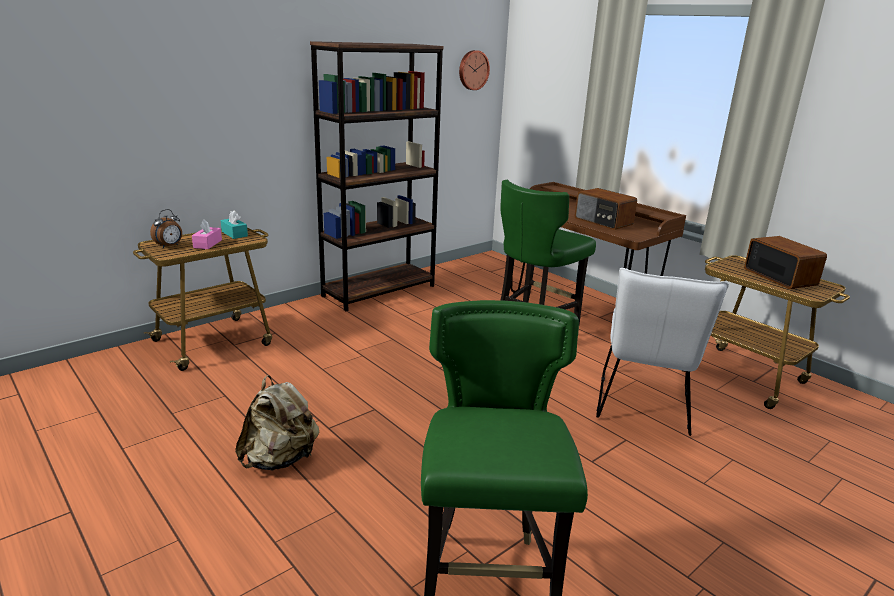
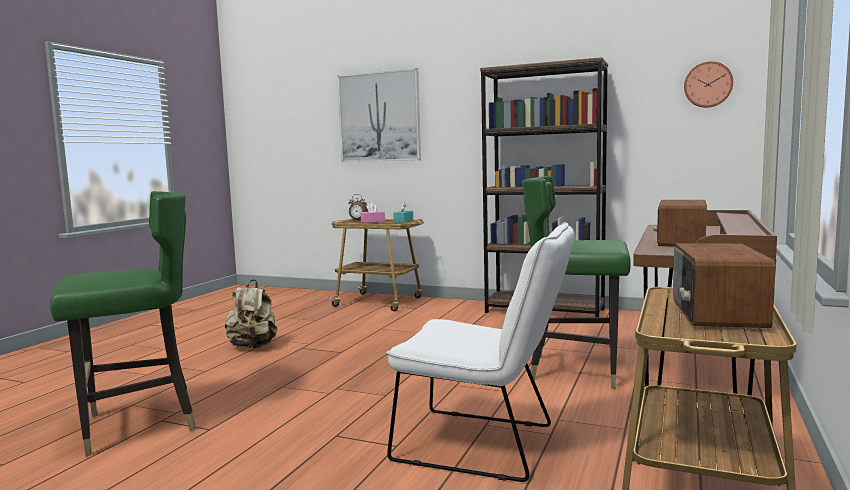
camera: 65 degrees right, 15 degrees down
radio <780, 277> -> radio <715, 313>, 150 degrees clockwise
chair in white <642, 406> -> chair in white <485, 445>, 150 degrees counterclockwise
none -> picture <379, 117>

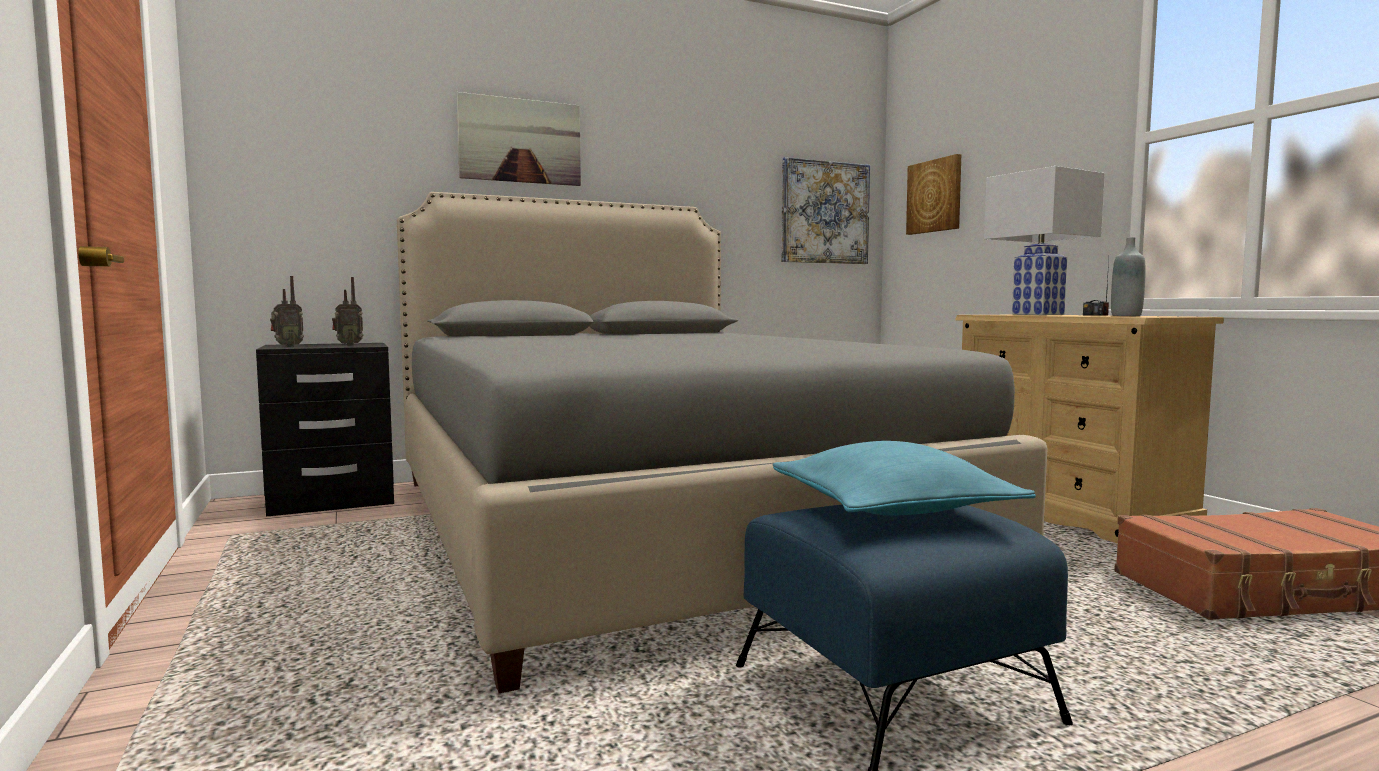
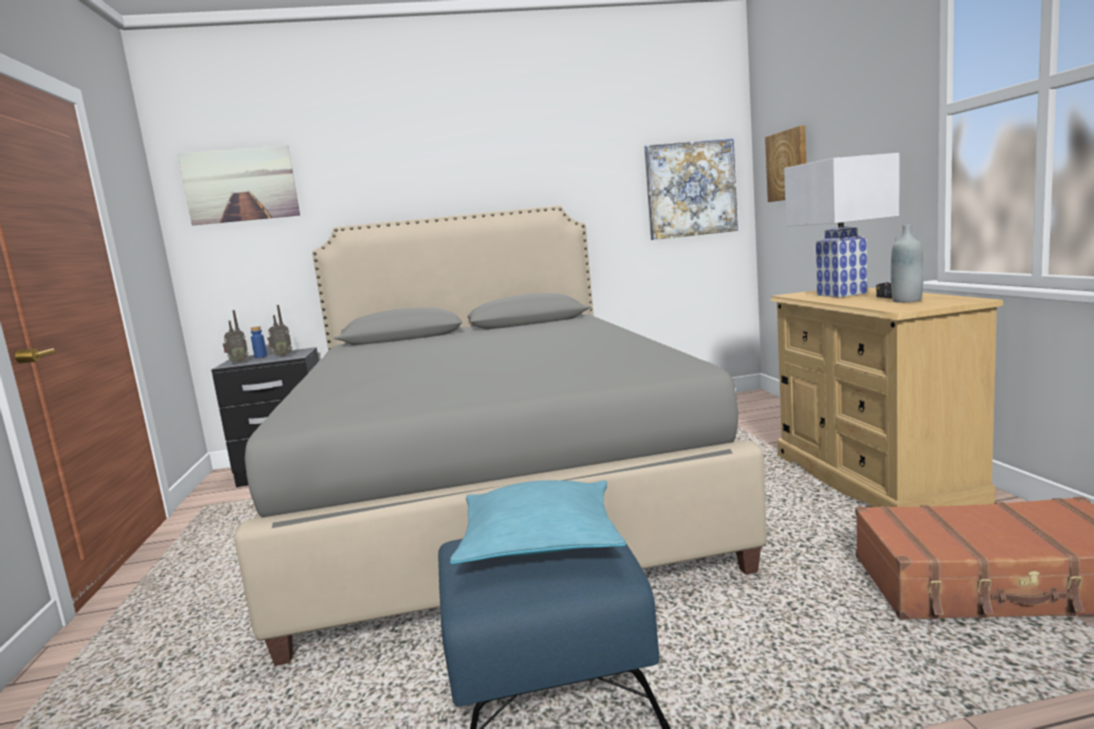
camera: 15 degrees right, 5 degrees up
picture <520, 141> -> picture <241, 185>, move
none -> bottle in blue <260, 356>

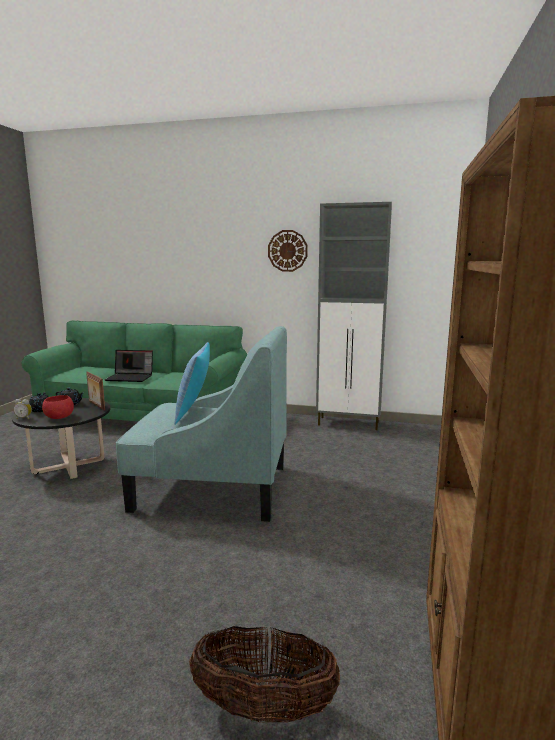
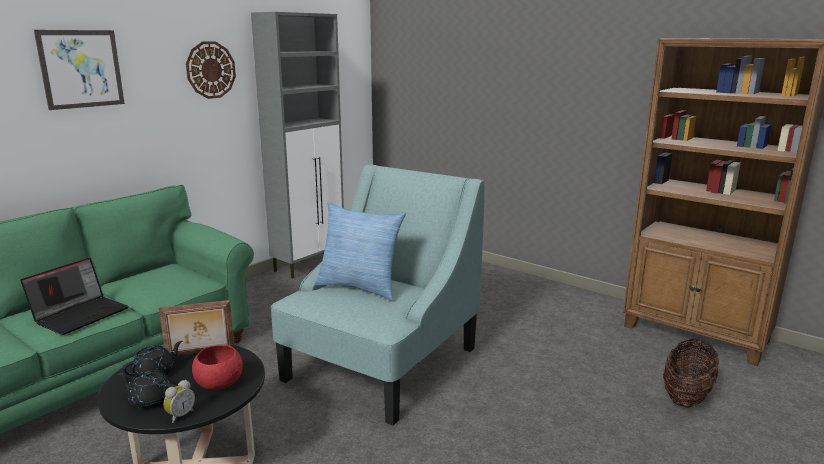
camera: 65 degrees left, 5 degrees up
none -> picture <81, 69>

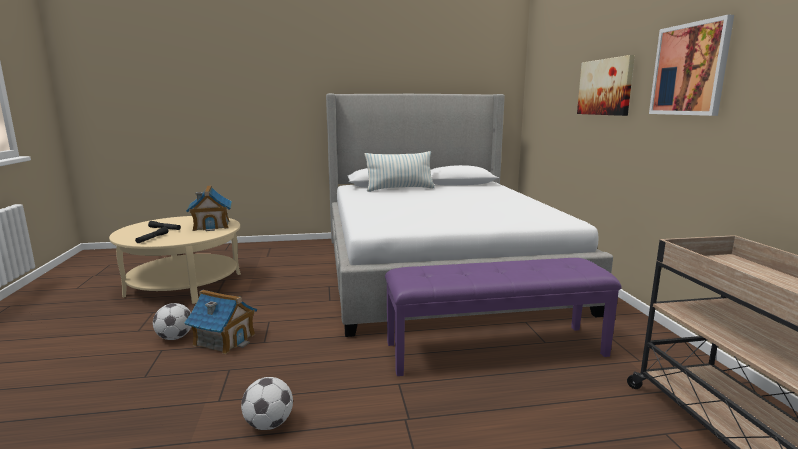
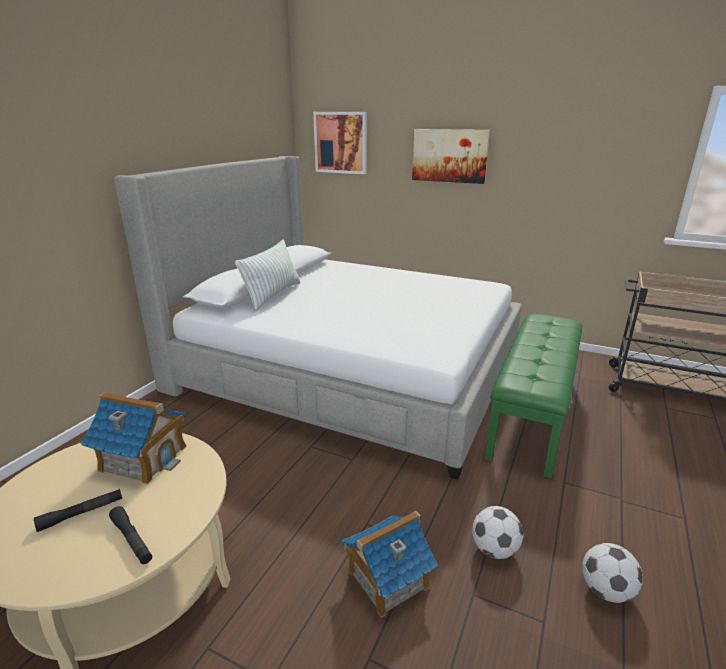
camera: 55 degrees left, 10 degrees up
picture <689, 69> -> picture <341, 142>, move
bench in purple <495, 348> -> bench in green <531, 413>
football <175, 337> -> football <494, 549>, move

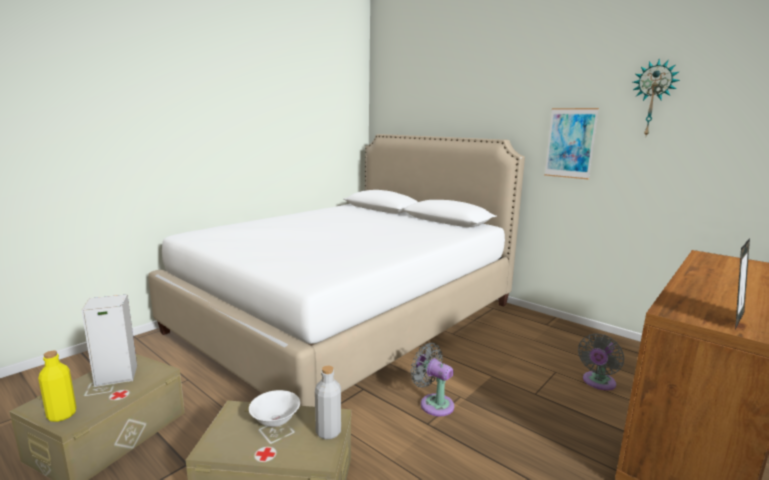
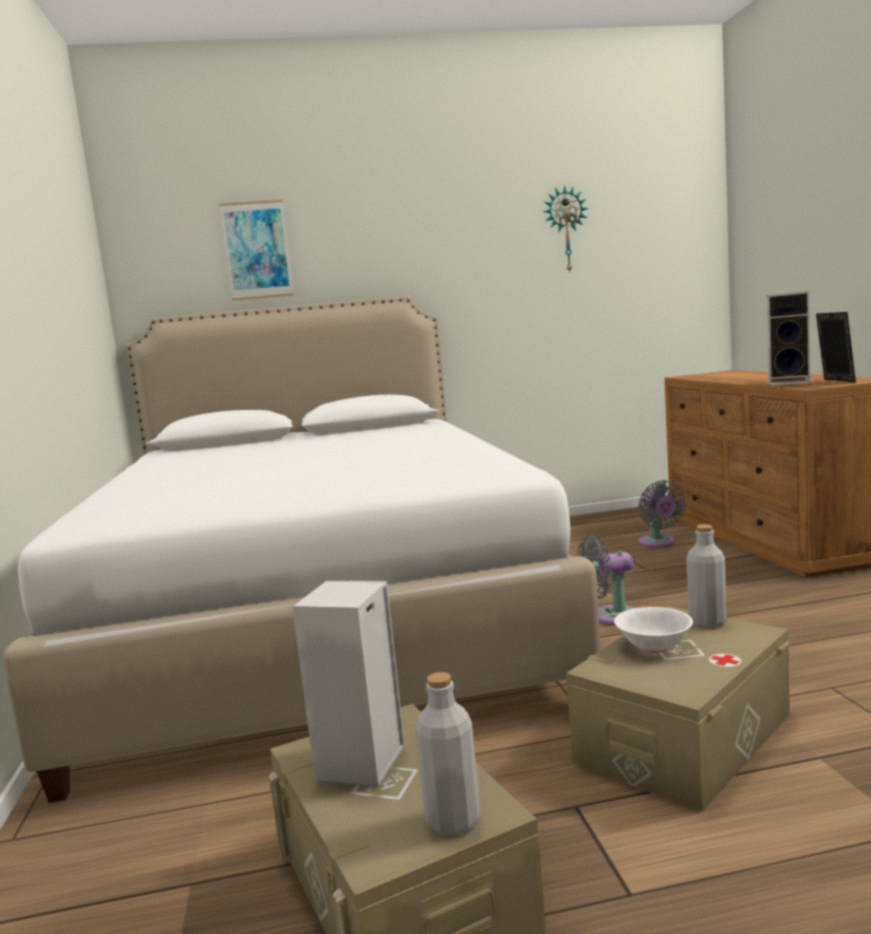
camera: 50 degrees left, 5 degrees down
picture <570, 143> -> picture <257, 250>, move
bottle in yellow <62, 415> -> bottle in grey <453, 821>
none -> speaker <790, 383>

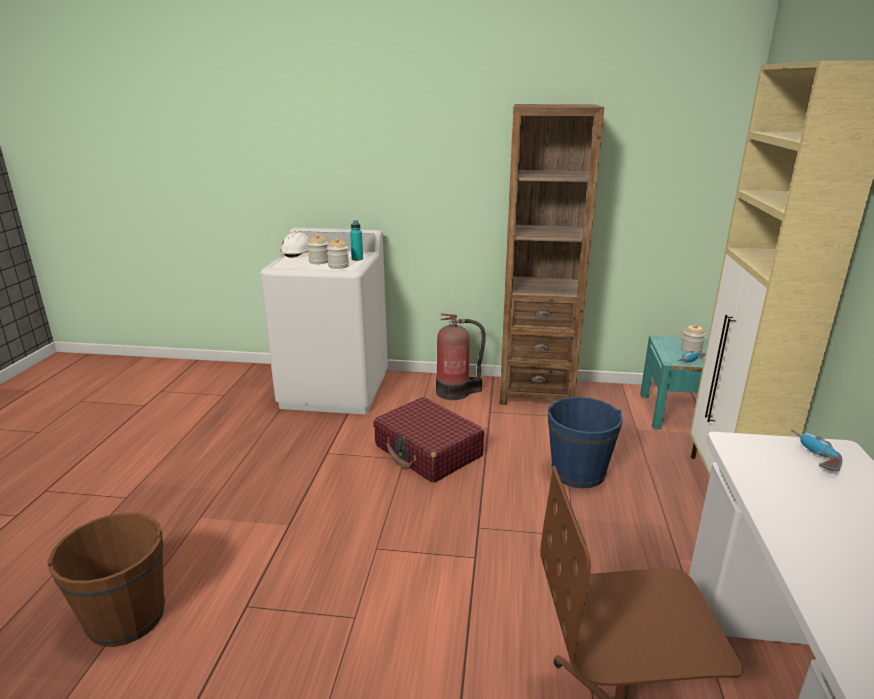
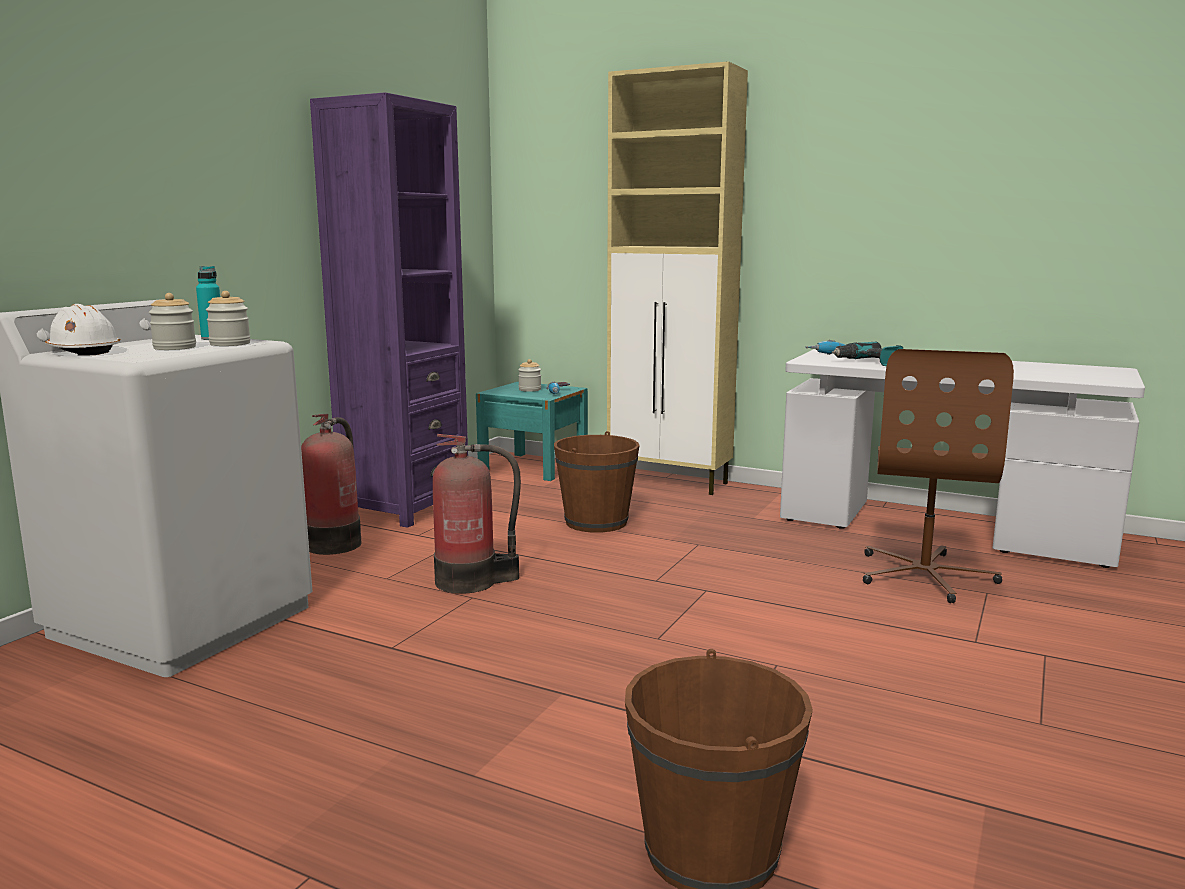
camera: 70 degrees left, 10 degrees down
bookcase in brown <535, 392> -> bookcase in purple <405, 506>
suitcase in red <428, 451> -> fire extinguisher <471, 581>
bucket in blue <578, 473> -> bucket in brown <596, 522>
none -> power drill <868, 363>

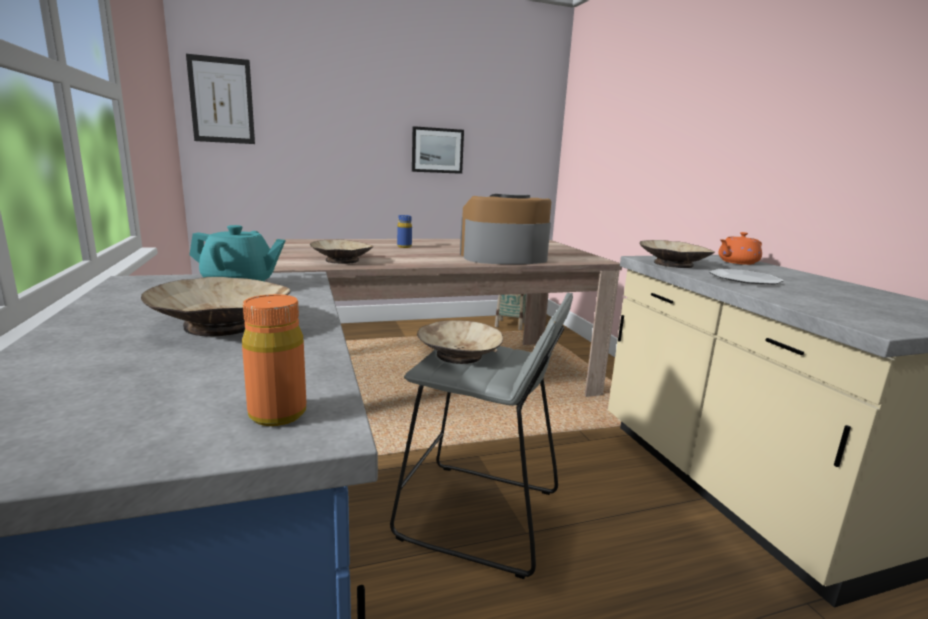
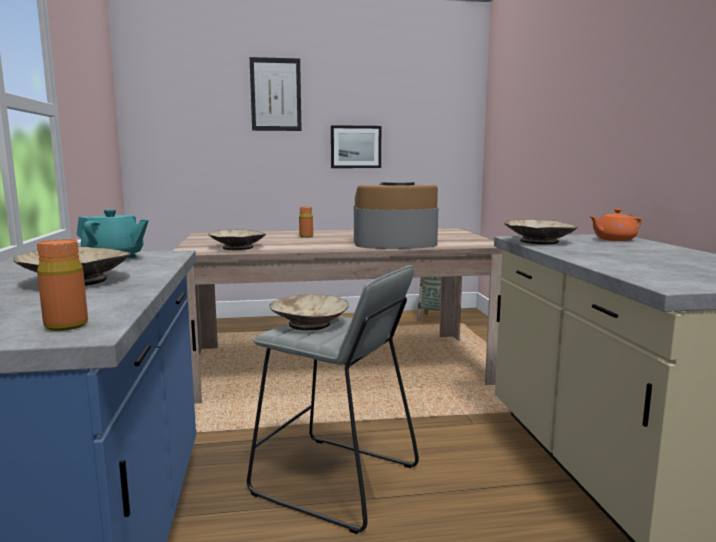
camera: 10 degrees right, 5 degrees down
picture <221, 100> -> picture <275, 94>, move
bottle in blue <404, 246> -> bottle in orange <306, 236>
plate <744, 279> -> none

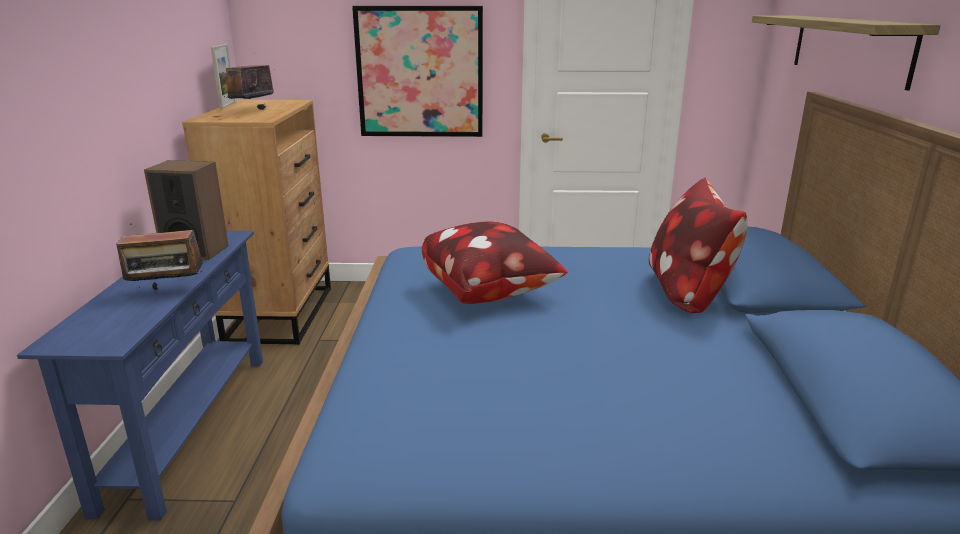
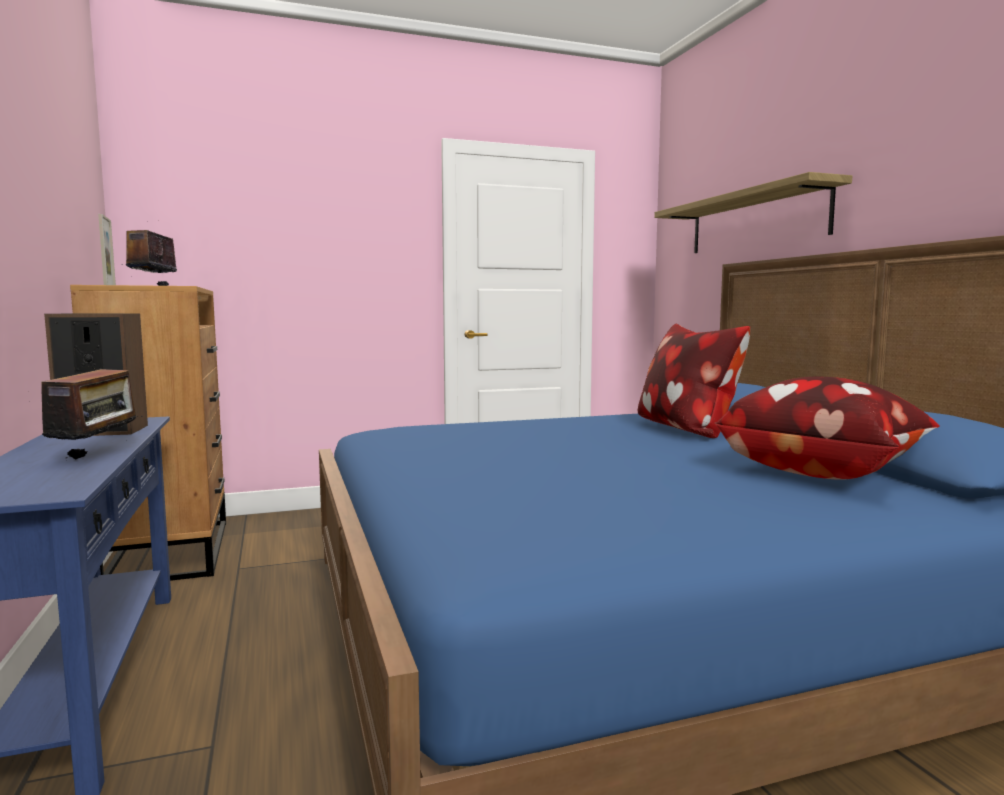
camera: 20 degrees left, 15 degrees down
picture <420, 72> -> none
pillow <489, 292> -> pillow <821, 472>, move
radio <167, 291> -> radio <97, 455>, 60 degrees counterclockwise

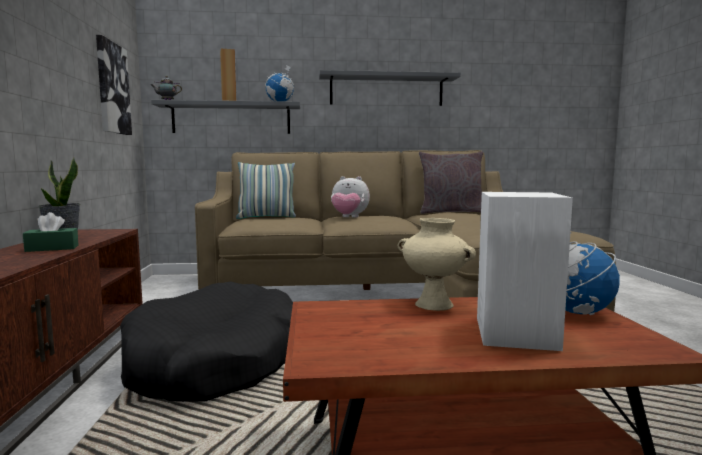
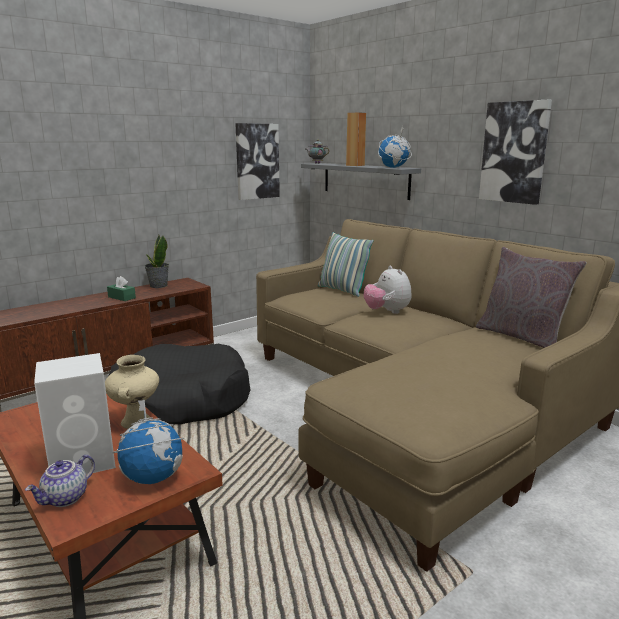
camera: 55 degrees right, 10 degrees up
shelf in grey <386, 90> -> picture <514, 152>
none -> teapot <65, 498>

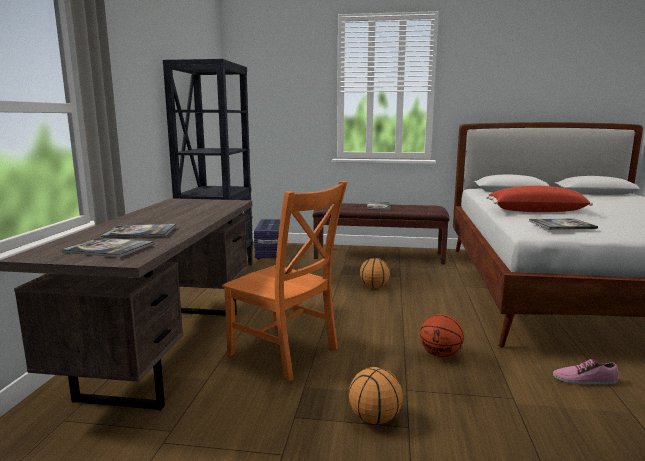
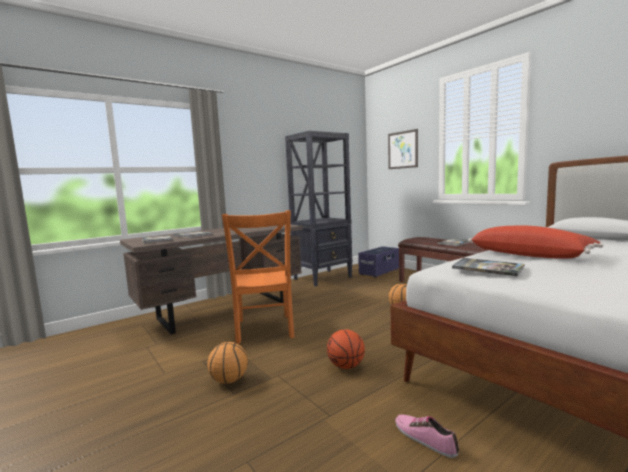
camera: 45 degrees right, 5 degrees down
none -> picture <402, 150>

